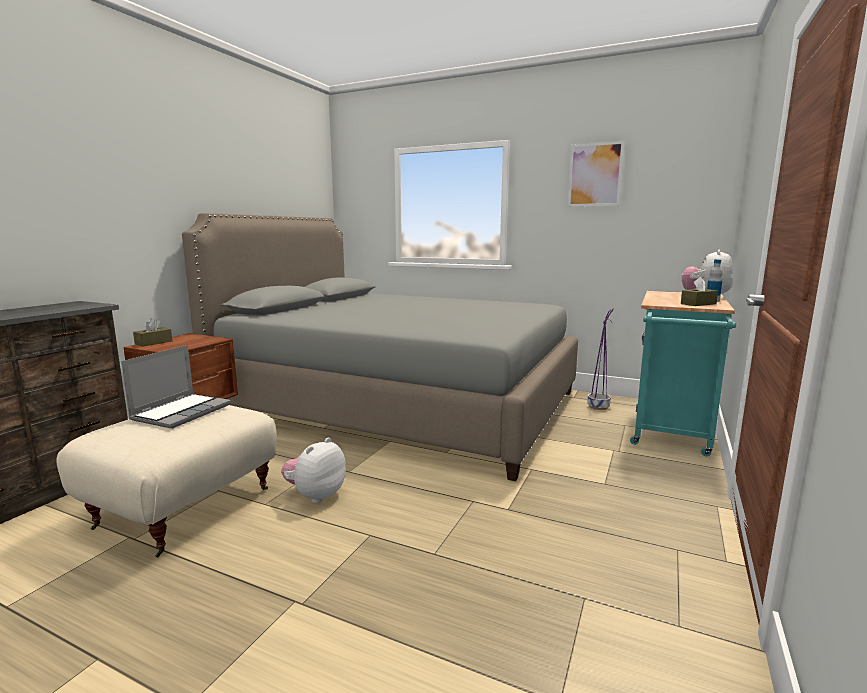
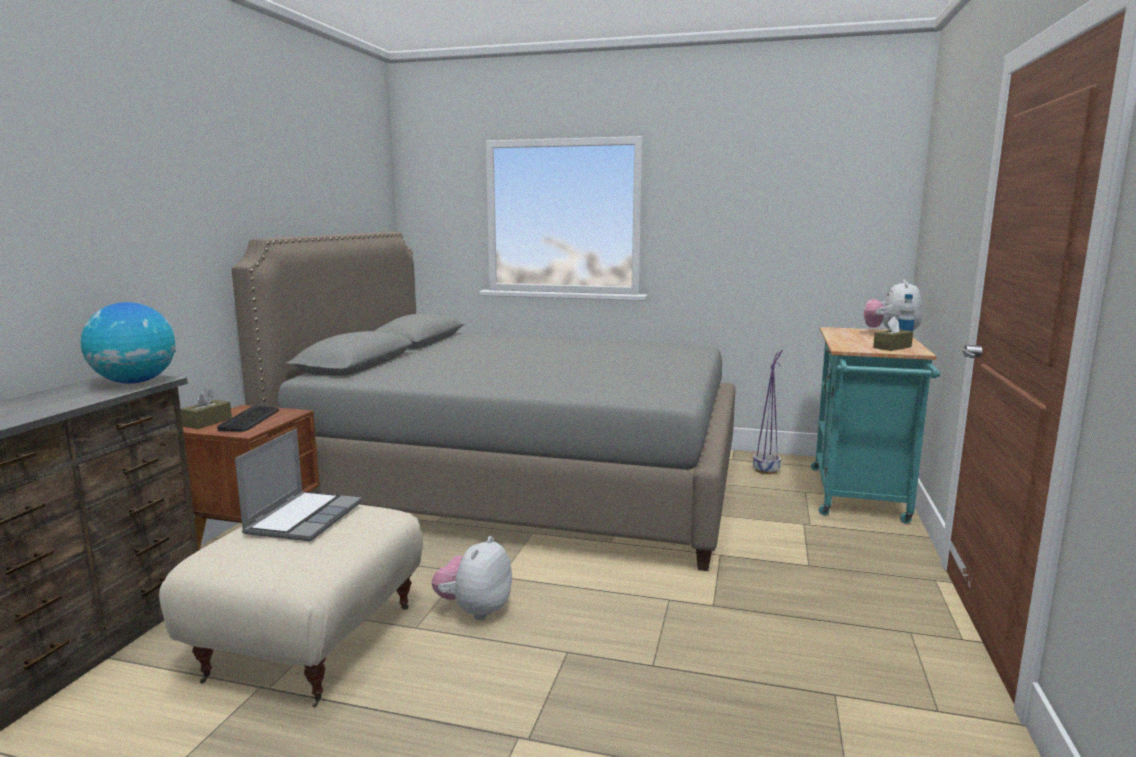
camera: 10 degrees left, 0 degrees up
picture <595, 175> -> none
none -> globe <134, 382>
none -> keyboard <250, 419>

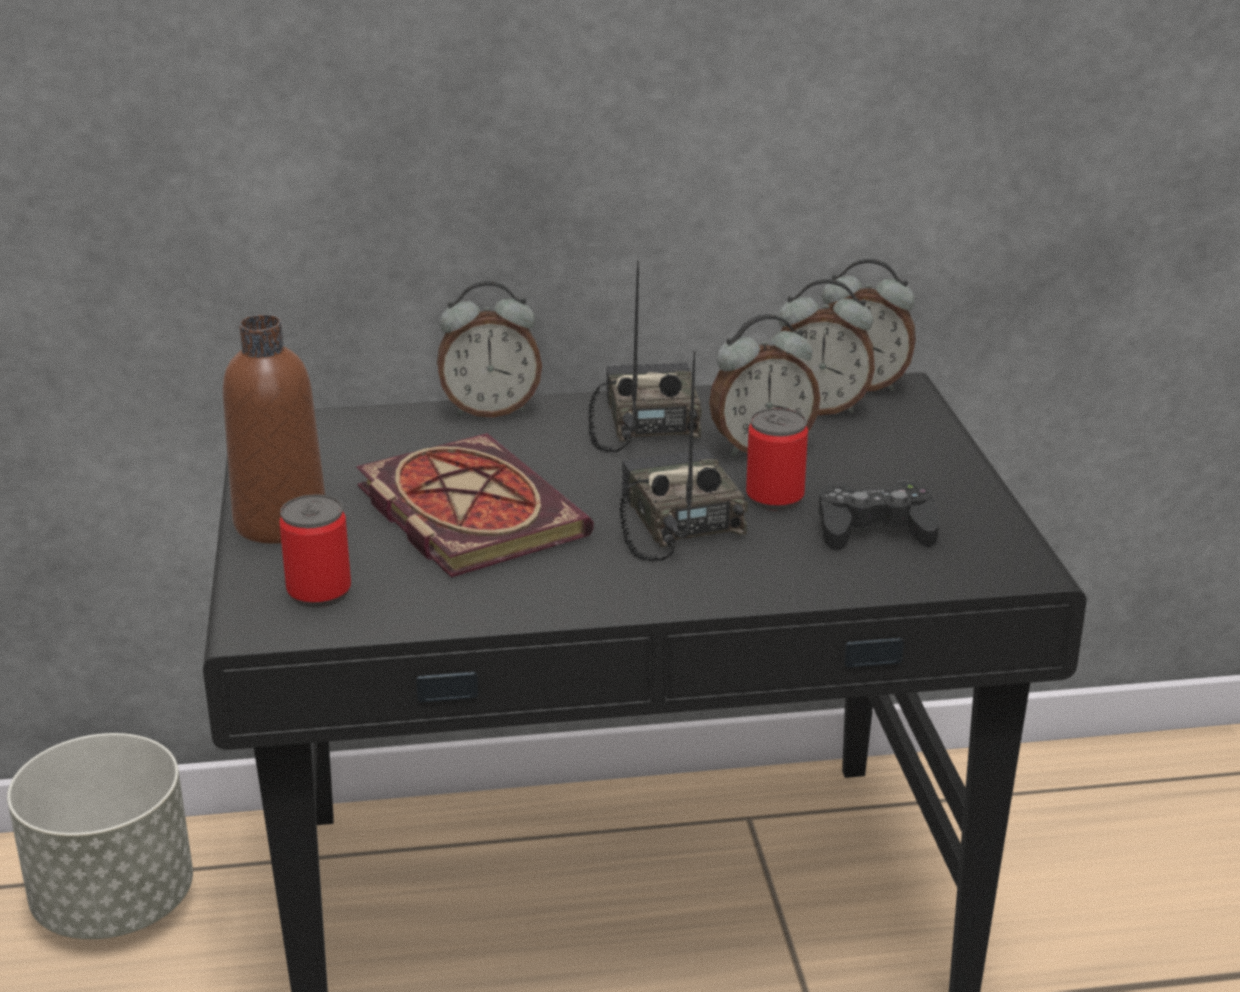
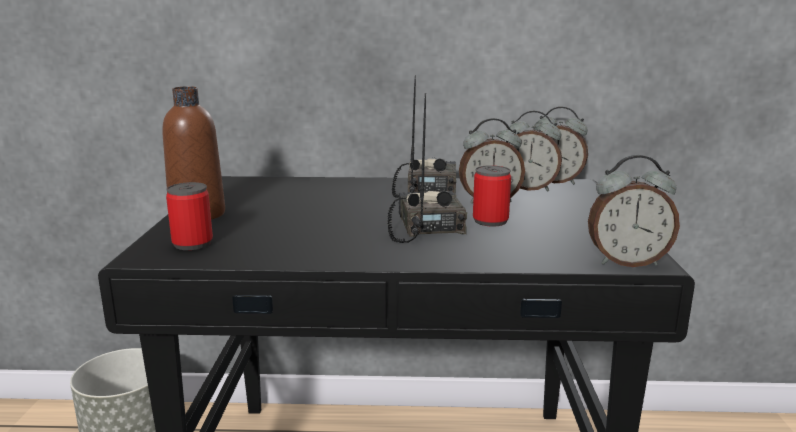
camera: 10 degrees right, 10 degrees down
alarm clock <490, 410> -> alarm clock <627, 262>, move
book <464, 511> -> none
game controller in black <875, 529> -> none

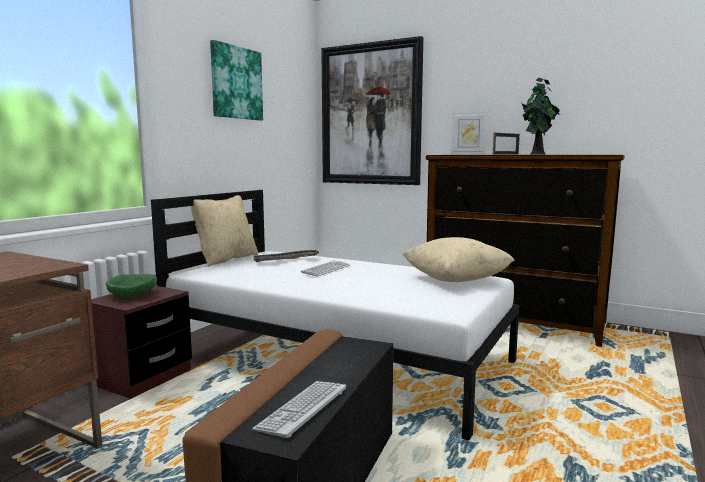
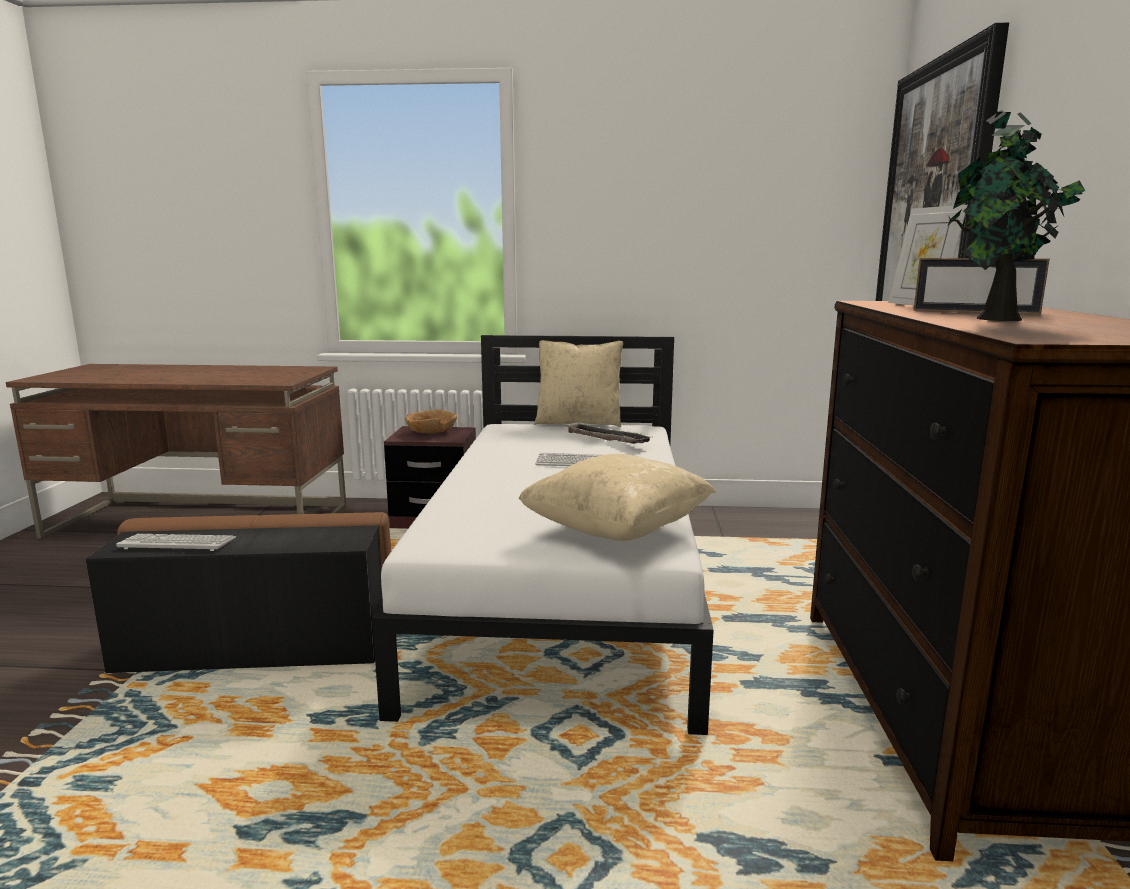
camera: 65 degrees right, 5 degrees up
picture <236, 83> -> none
bowl in green <132, 295> -> bowl in brown <431, 432>

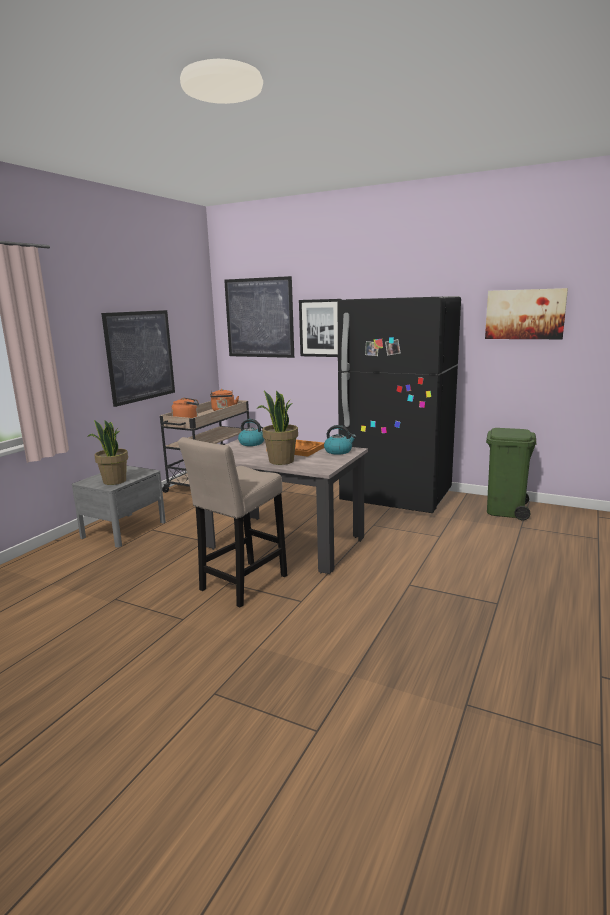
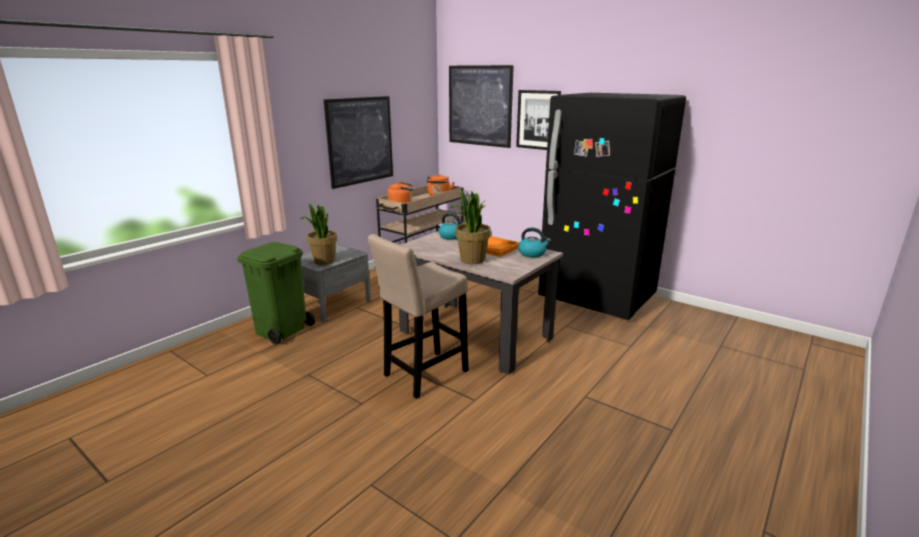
camera: 10 degrees right, 5 degrees up
picture <525, 314> -> none
trash can in green <505, 510> -> trash can in green <281, 330>, move

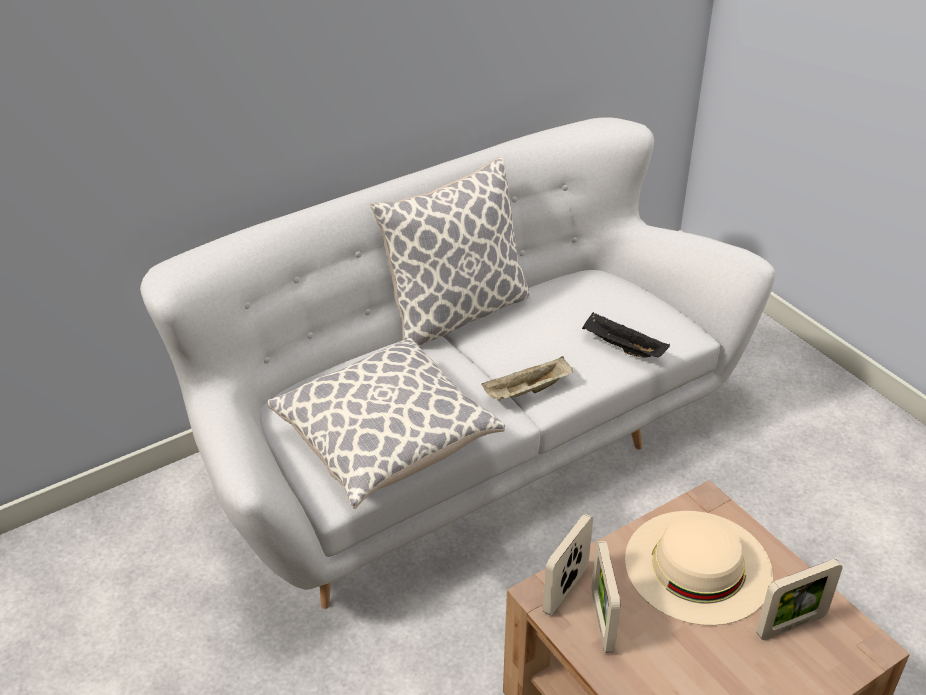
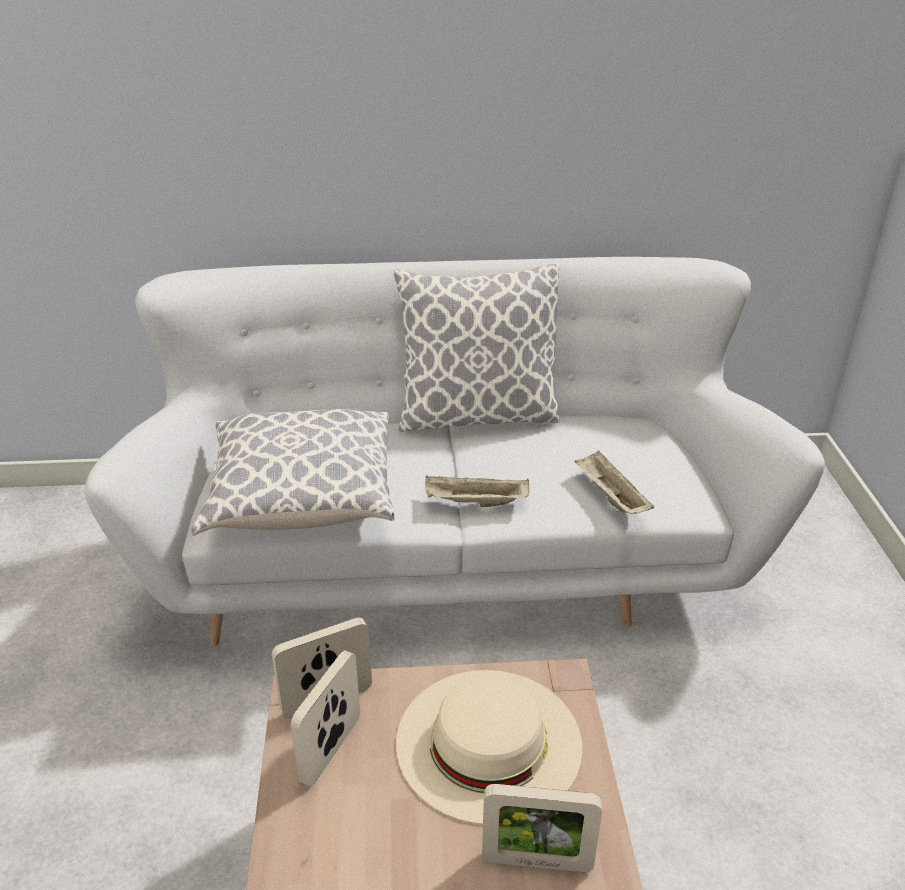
camera: 30 degrees right, 5 degrees down
tray in black <621, 348> -> tray in beige <609, 496>

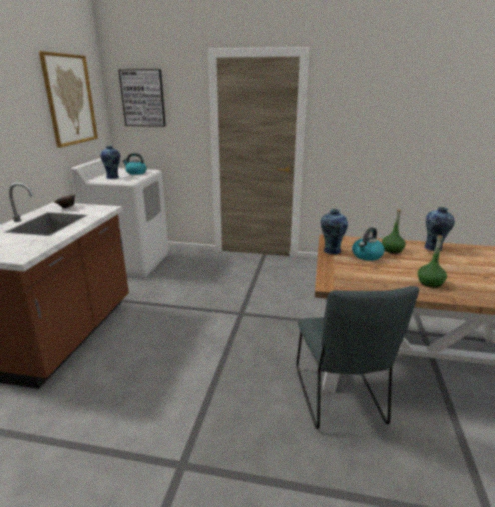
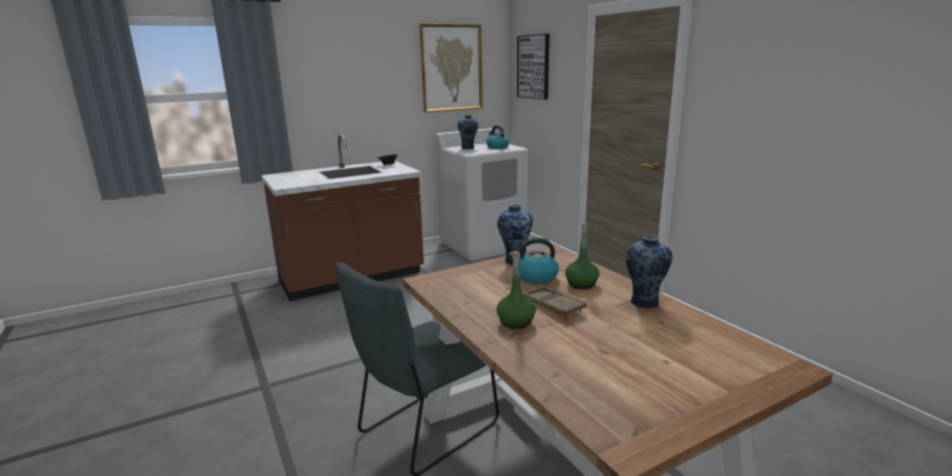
camera: 50 degrees right, 5 degrees down
none -> tray in brown <553, 305>

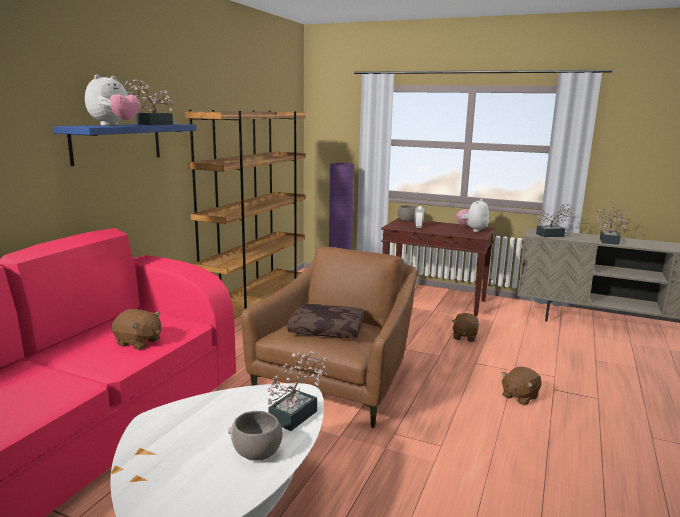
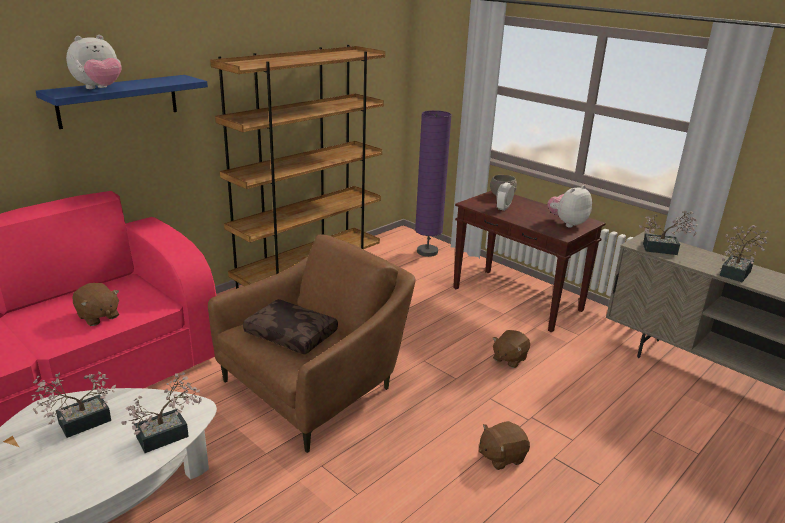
camera: 20 degrees right, 10 degrees up
potted plant <151, 124> -> potted plant <78, 423>, move
bowl in grey <256, 452> -> none

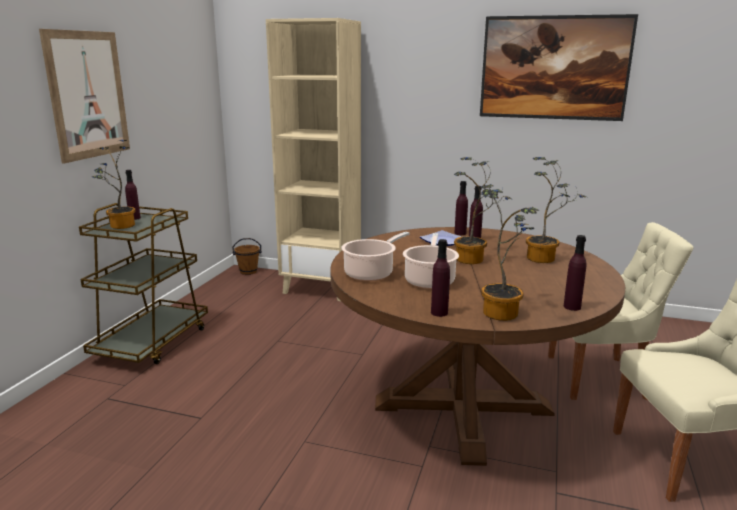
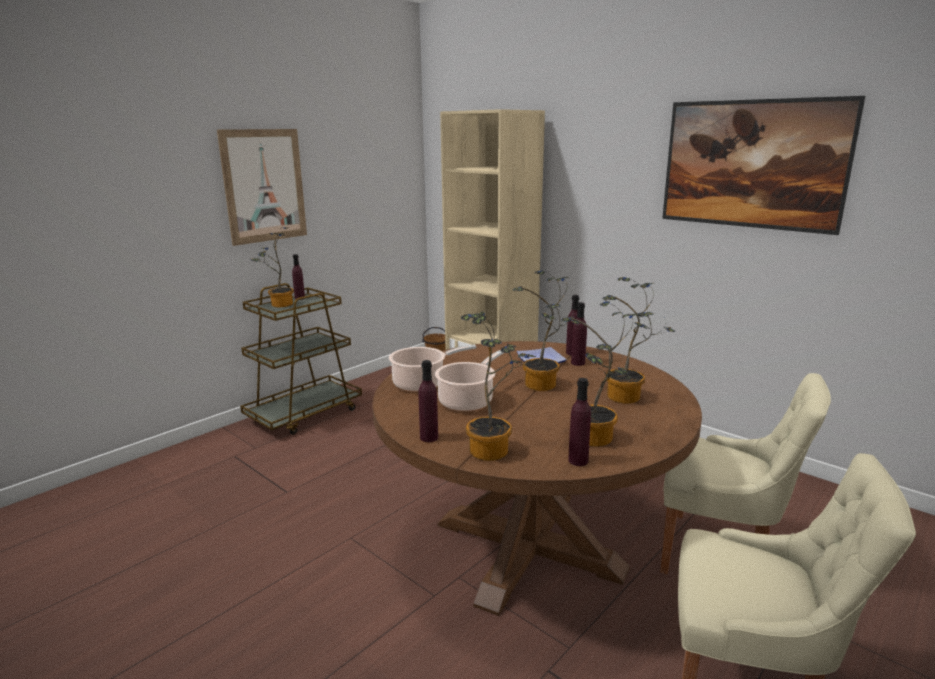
camera: 25 degrees right, 0 degrees up
none -> potted plant <595, 440>

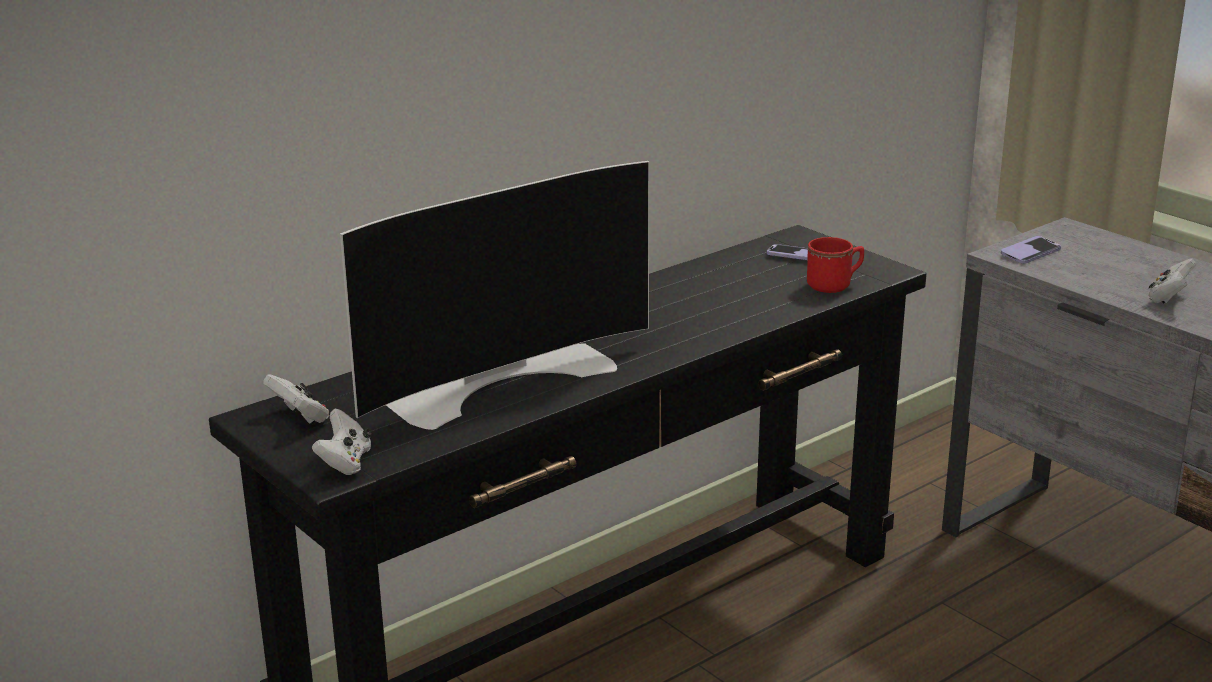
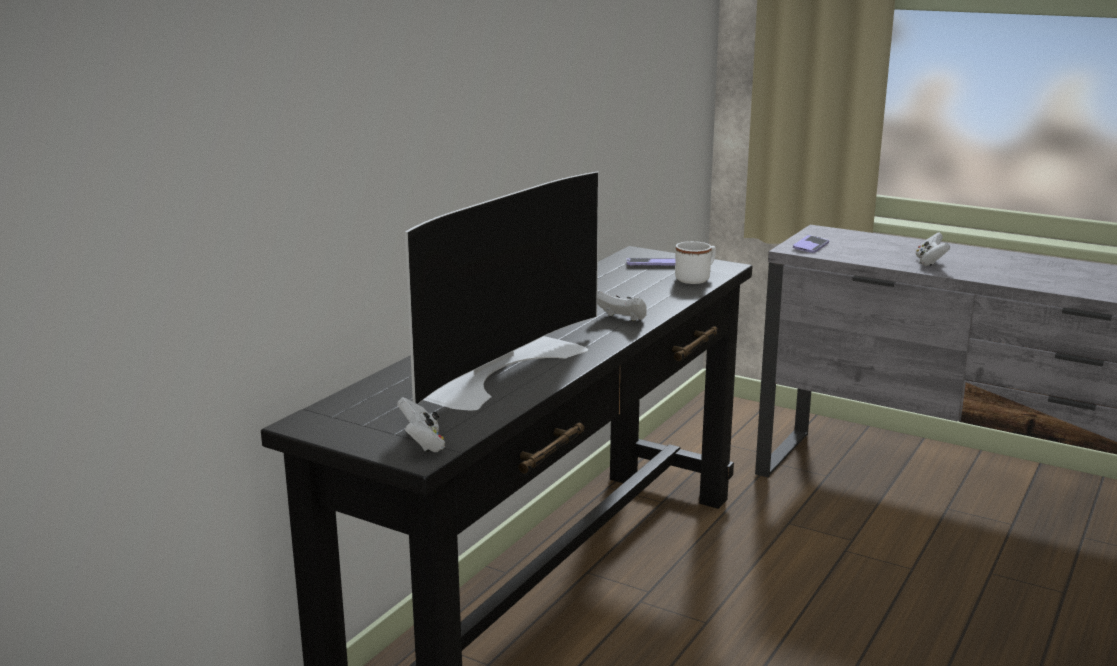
camera: 20 degrees left, 5 degrees down
mug in red <835, 285> -> mug in white <696, 278>
game controller in white <300, 418> -> game controller in white <621, 319>, move

